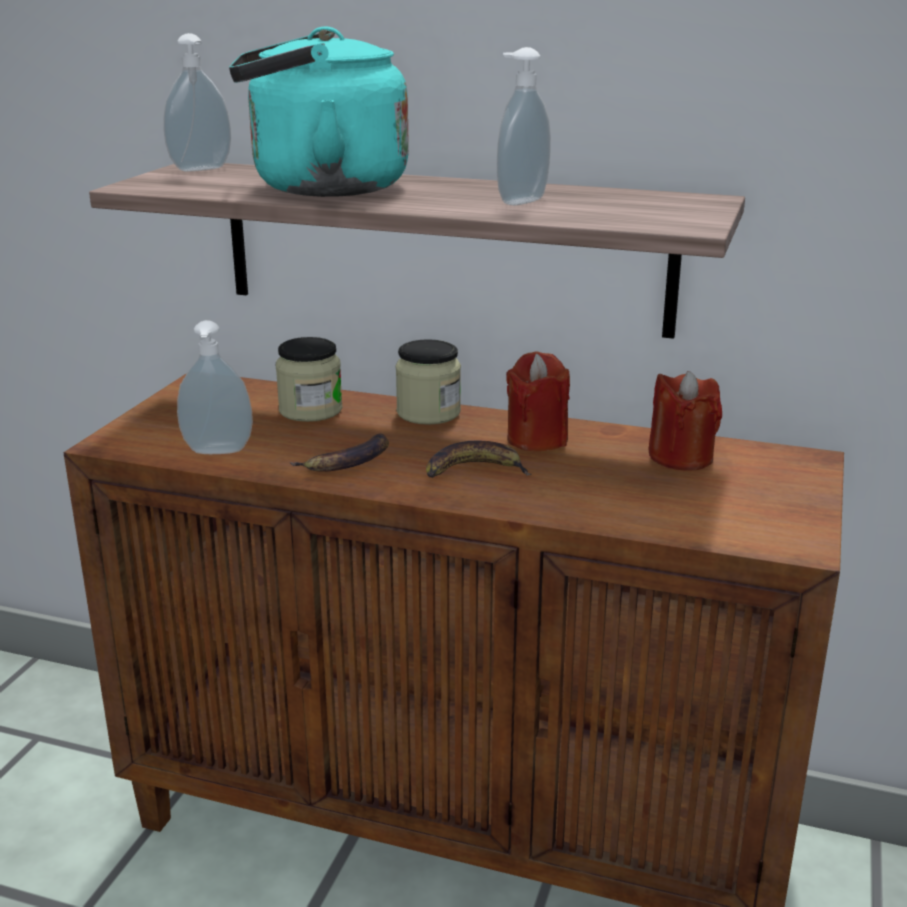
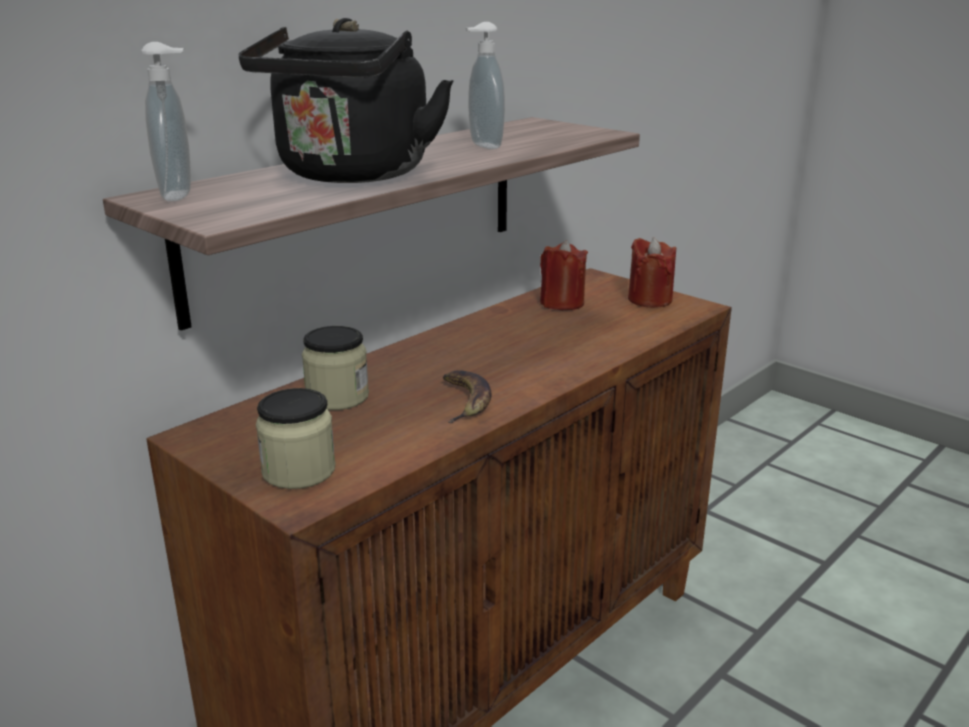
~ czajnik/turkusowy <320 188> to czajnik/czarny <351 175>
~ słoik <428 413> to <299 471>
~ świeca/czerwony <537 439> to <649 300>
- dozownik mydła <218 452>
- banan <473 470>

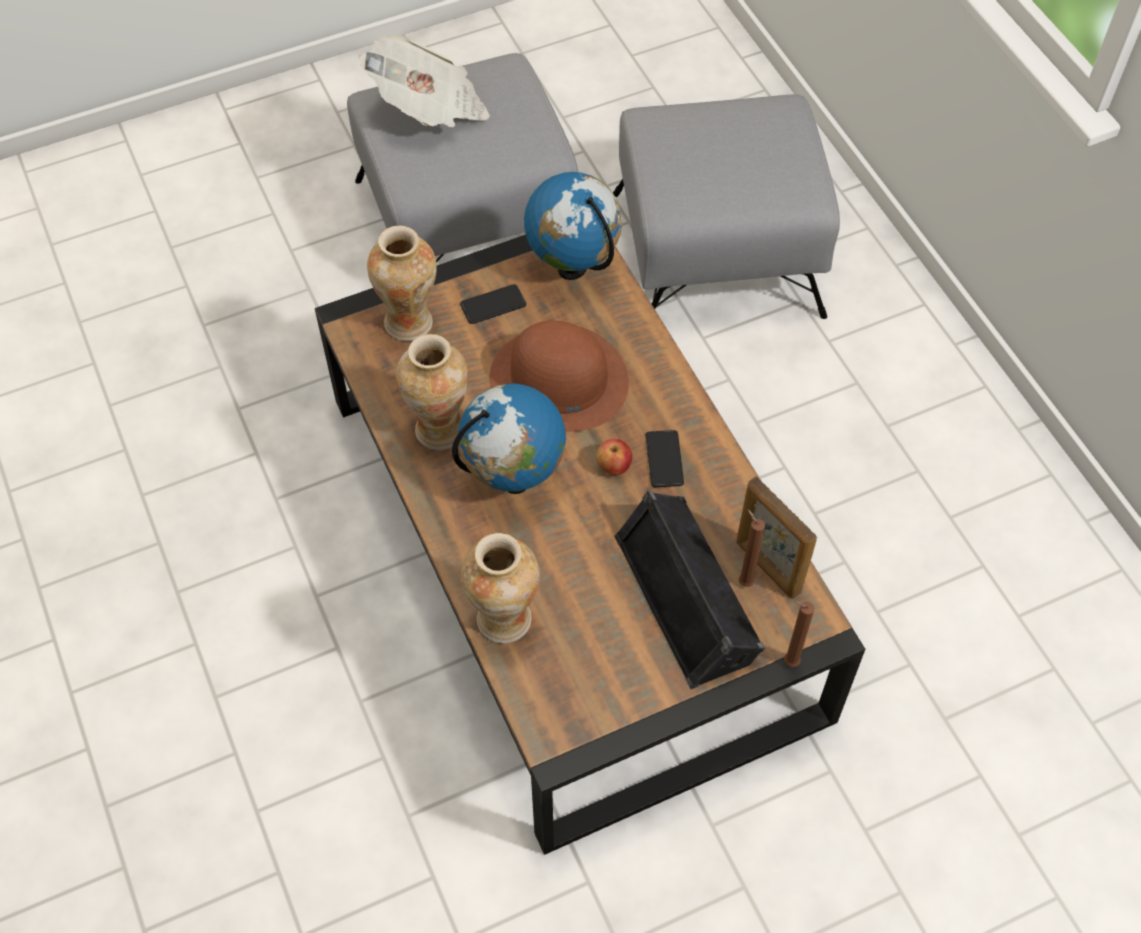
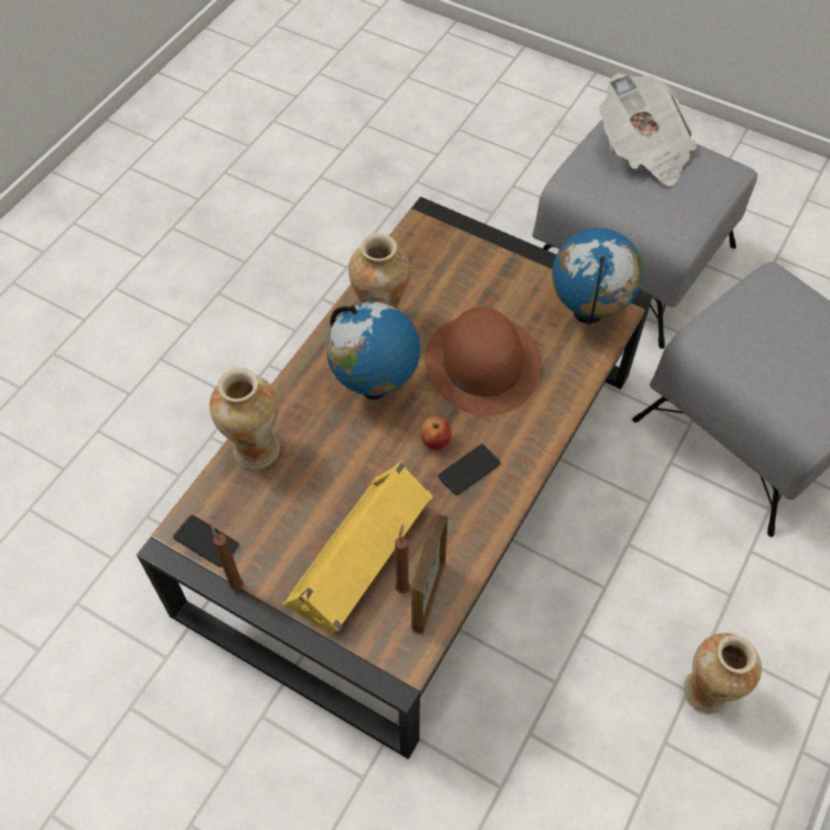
~ telefon <493 305> to <206 541>
~ świeca/brązowy <788 662> to <235 584>
~ głośnik/czarny <689 596> to głośnik/żółty <361 556>
~ wazon <410 322> to <706 693>

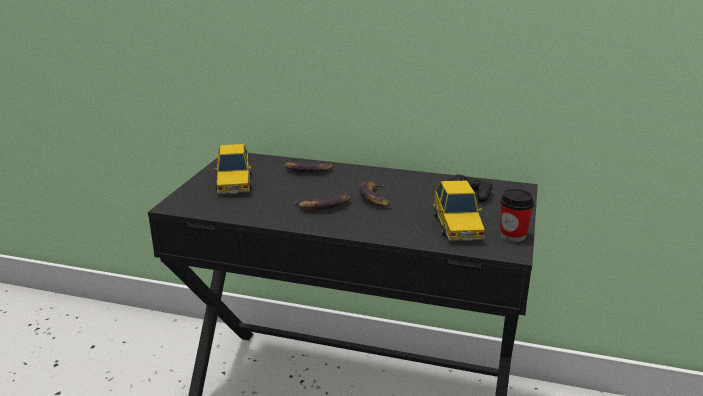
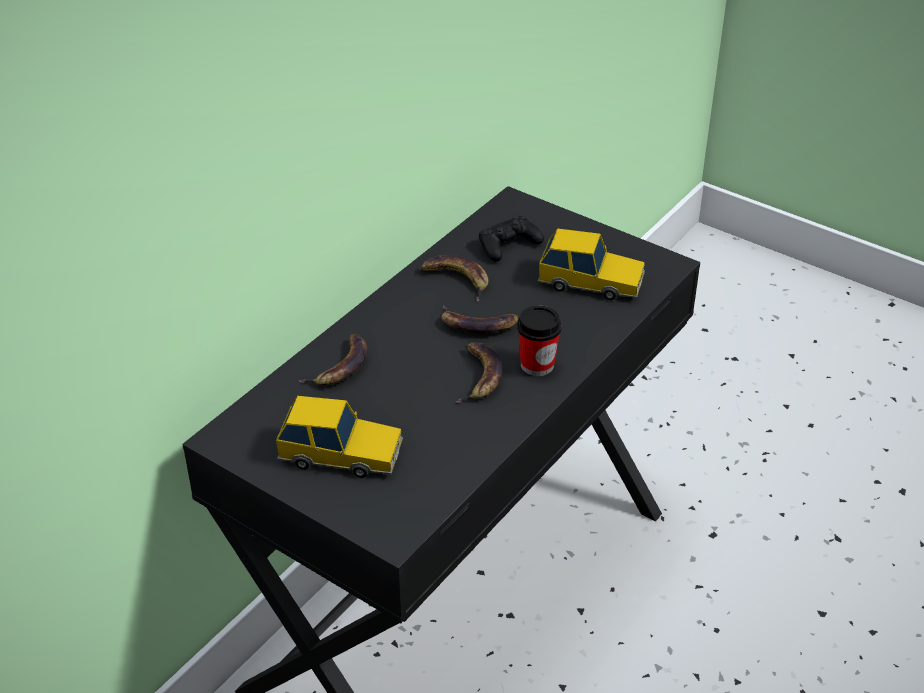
+ banan <455 279>
~ filiżanka <513 236> to <537 365>

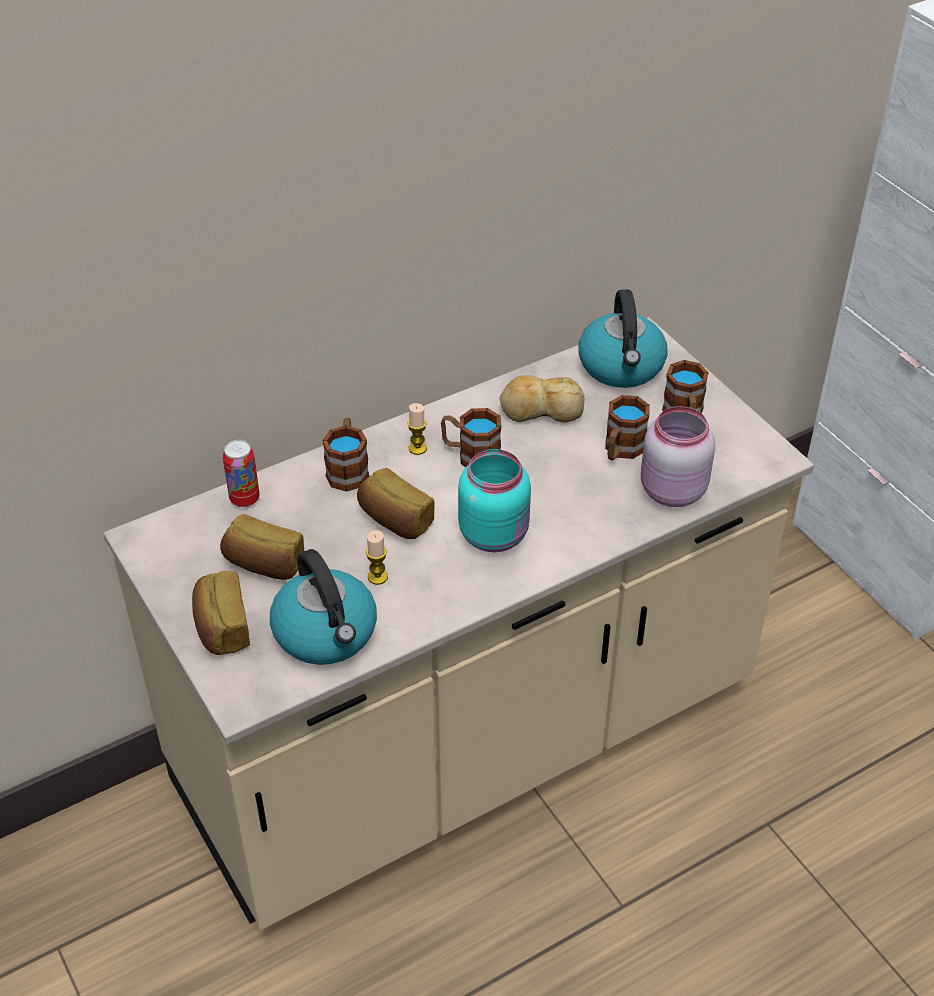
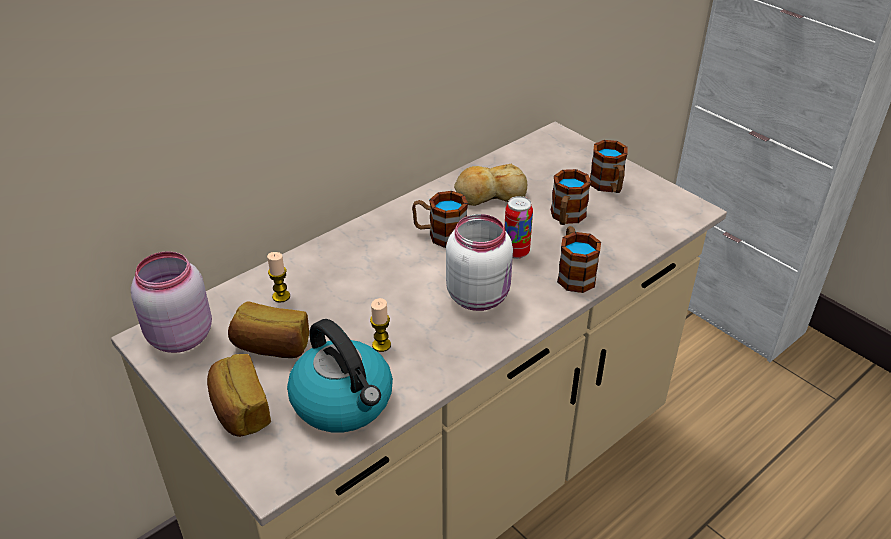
~ słoik/różowy <670 491> to <178 336>
~ świeca <417 448> to <281 296>
~ słoik/turkusowy <495 534> to słoik/biały <479 295>
~ puszka <244 499> to <516 252>
~ kubek <348 469> to <574 273>
- chleb <394 520>
- czajnik <622 367>

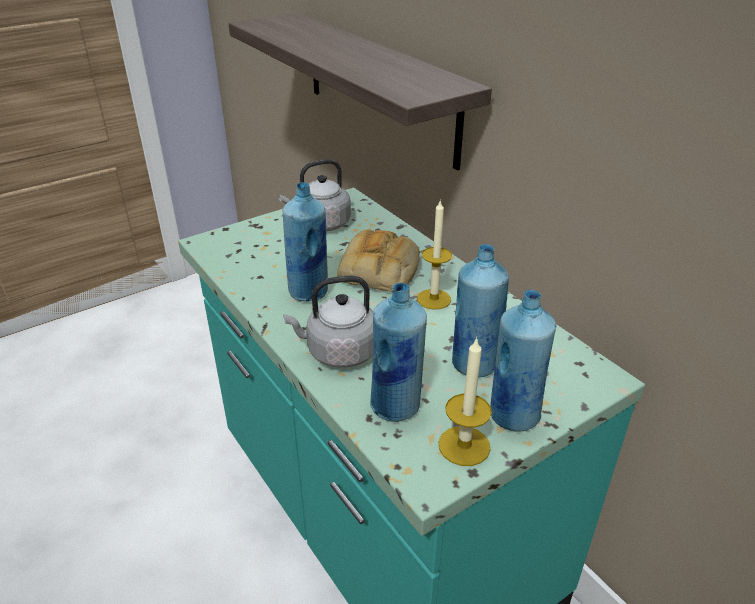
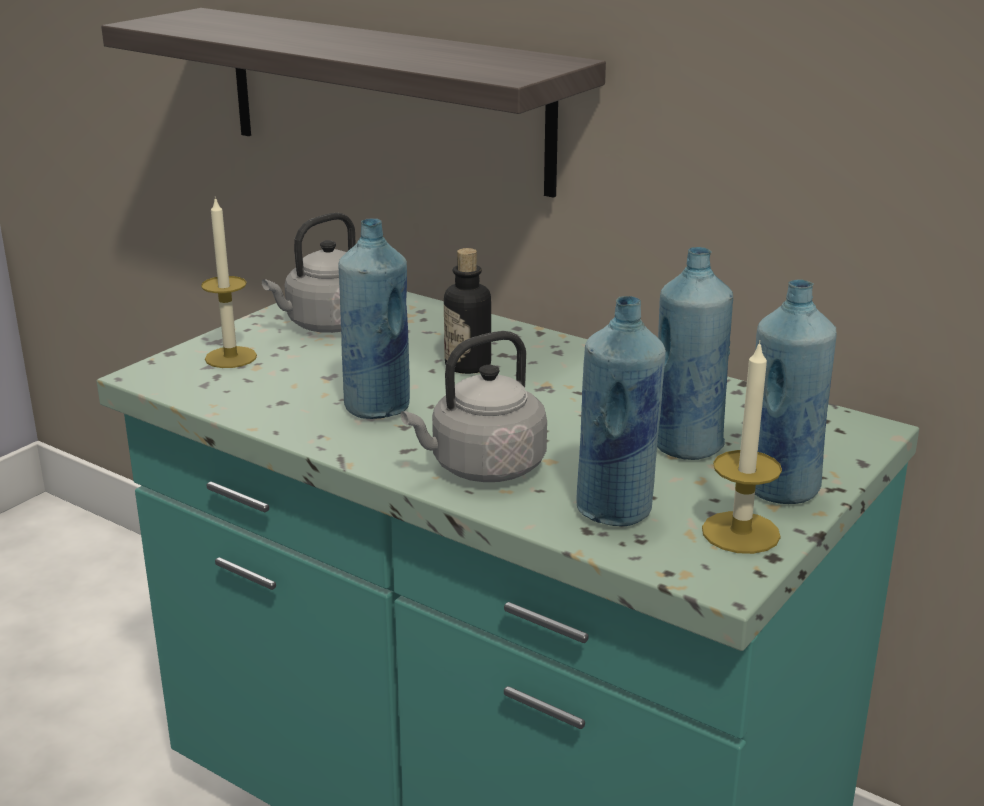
~ świeca <434 299> to <231 357>
~ chleb <380 270> to butelka <468 365>

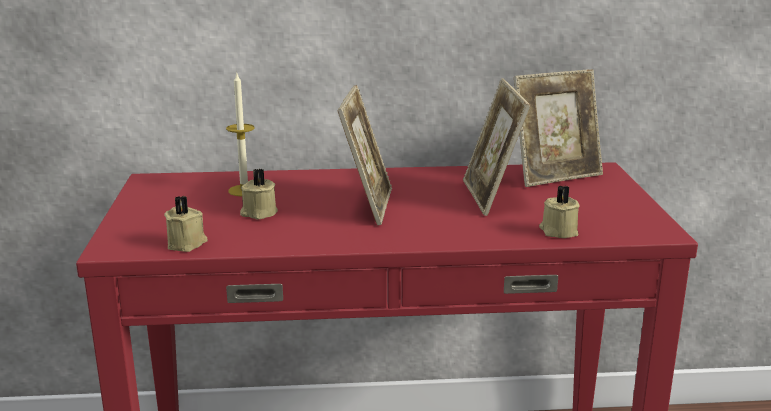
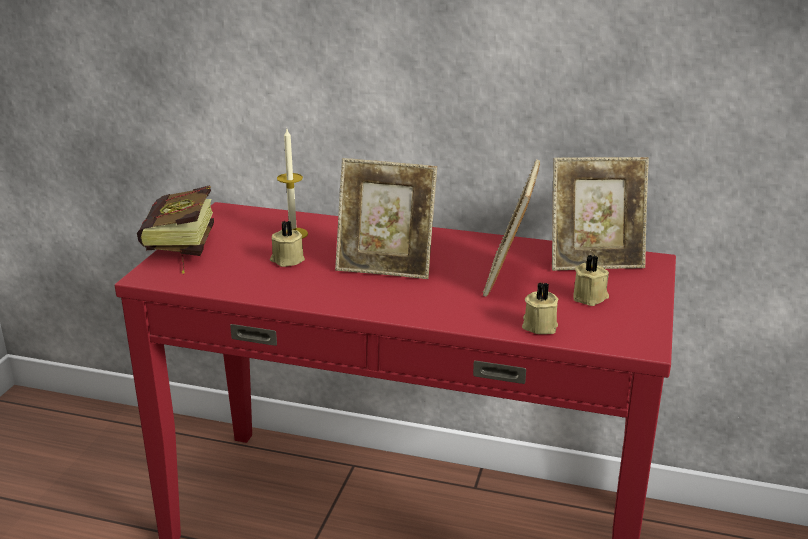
+ książka <178 250>
~ ramka na zdjęcie <367 205> = <385 267> 75 degrees clockwise
~ świeca/beżowy <187 244> to <590 297>

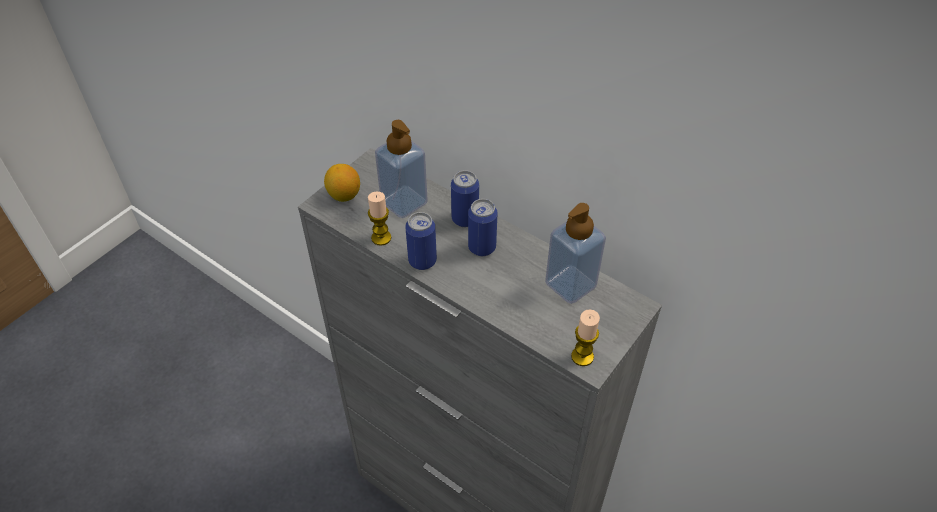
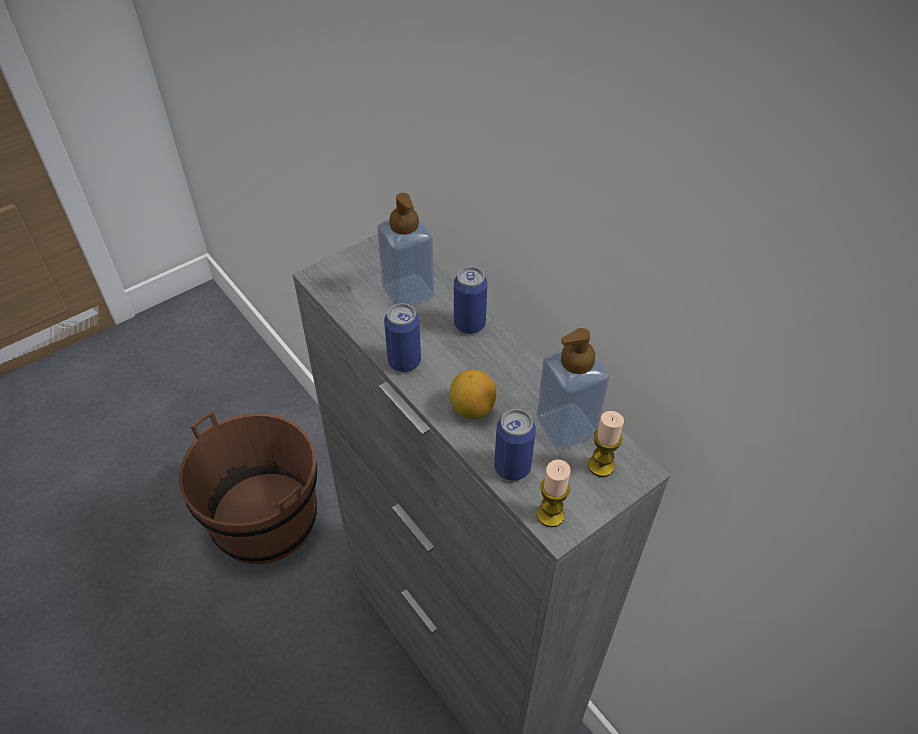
+ wiadro/brązowy <265 518>
~ cytryna <344 195> to <472 409>
~ puszka <482 247> to <512 467>
~ świeca <381 238> to <601 466>

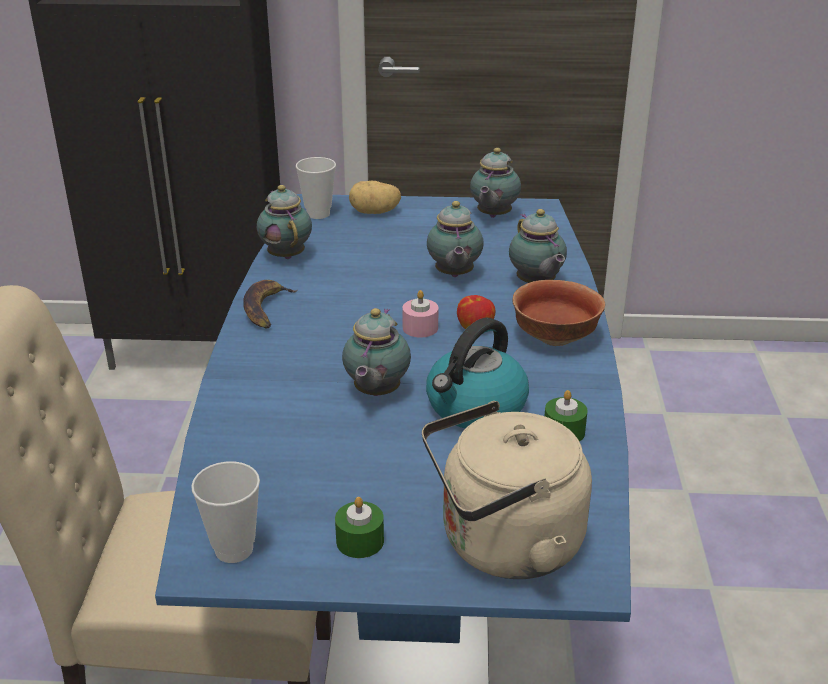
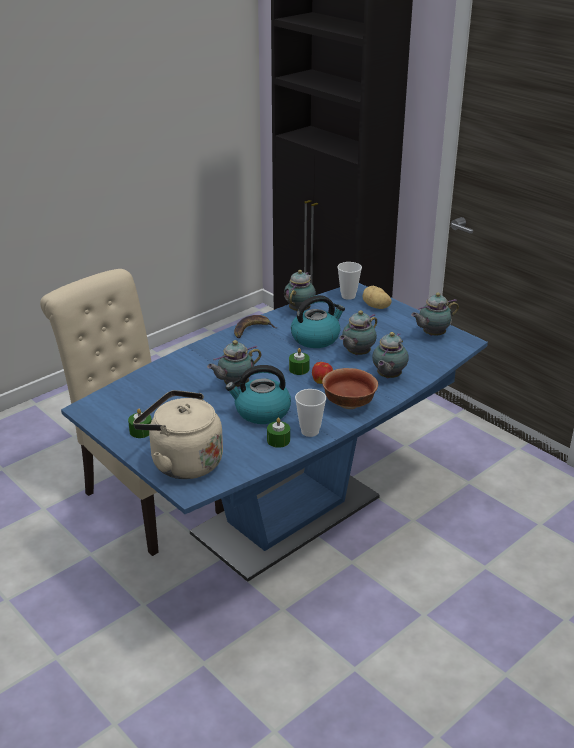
~ świeca/różowy <420 328> to świeca/zielony <299 369>
+ czajnik <316 338>
~ filiżanka <234 549> to <310 431>

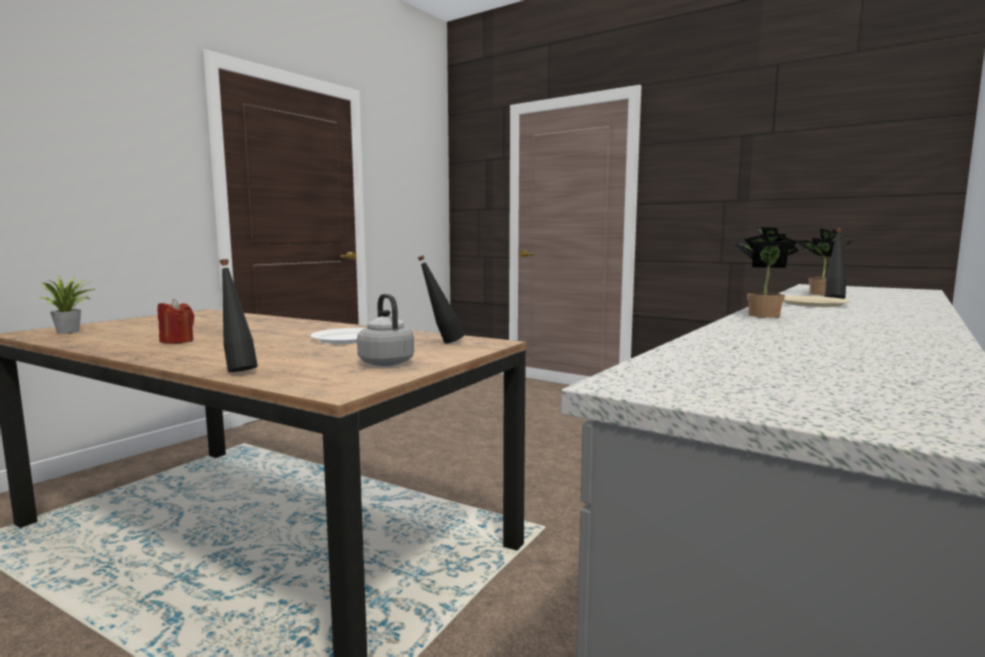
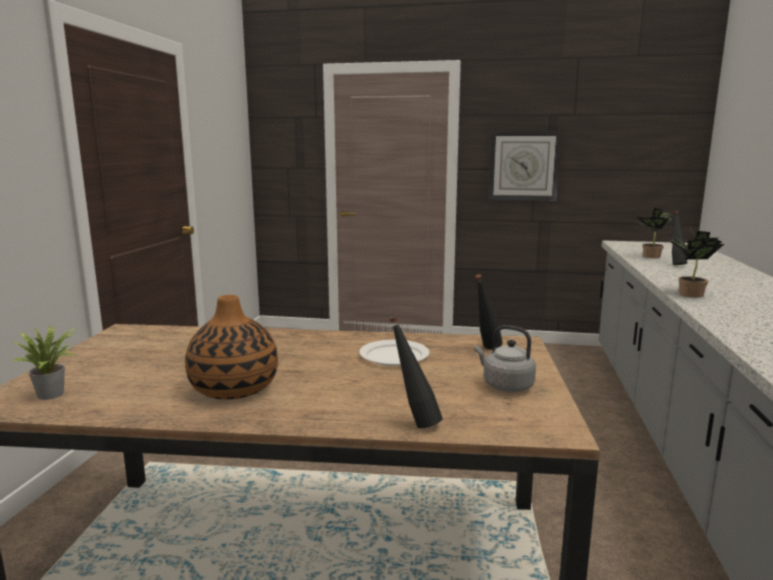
~ świeca/czerwony <177 341> to wazon <234 388>
+ zegar ścienny <523 165>
- talerz/beżowy <812 304>

